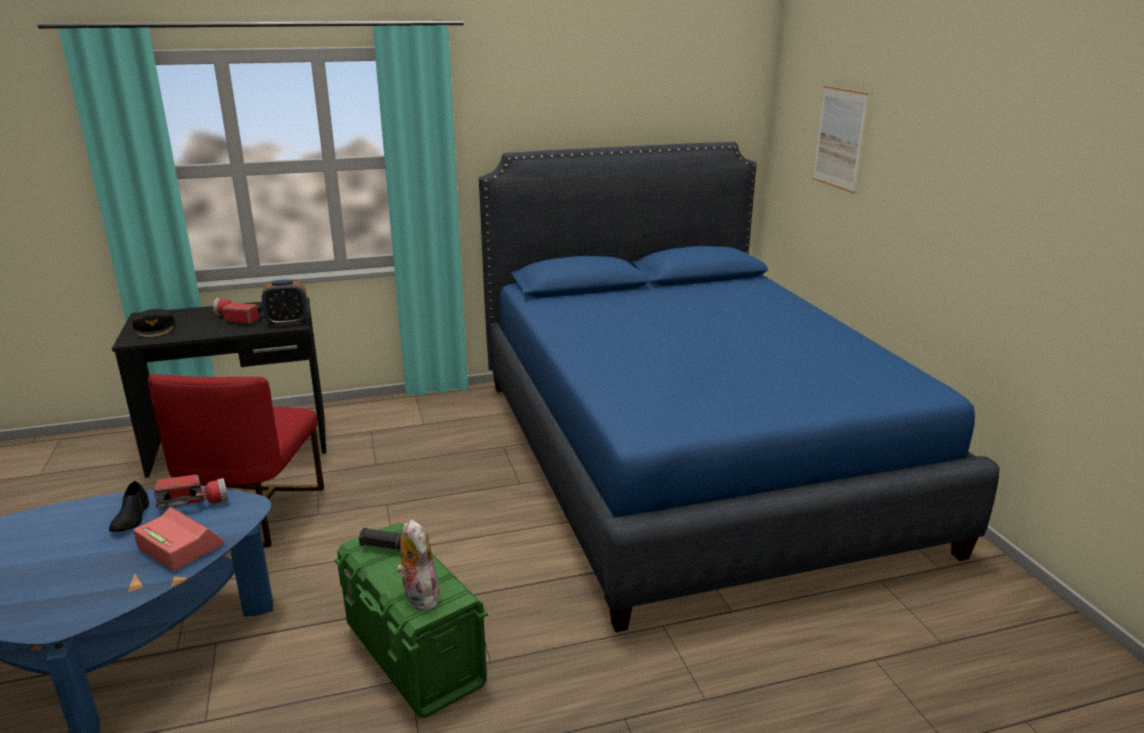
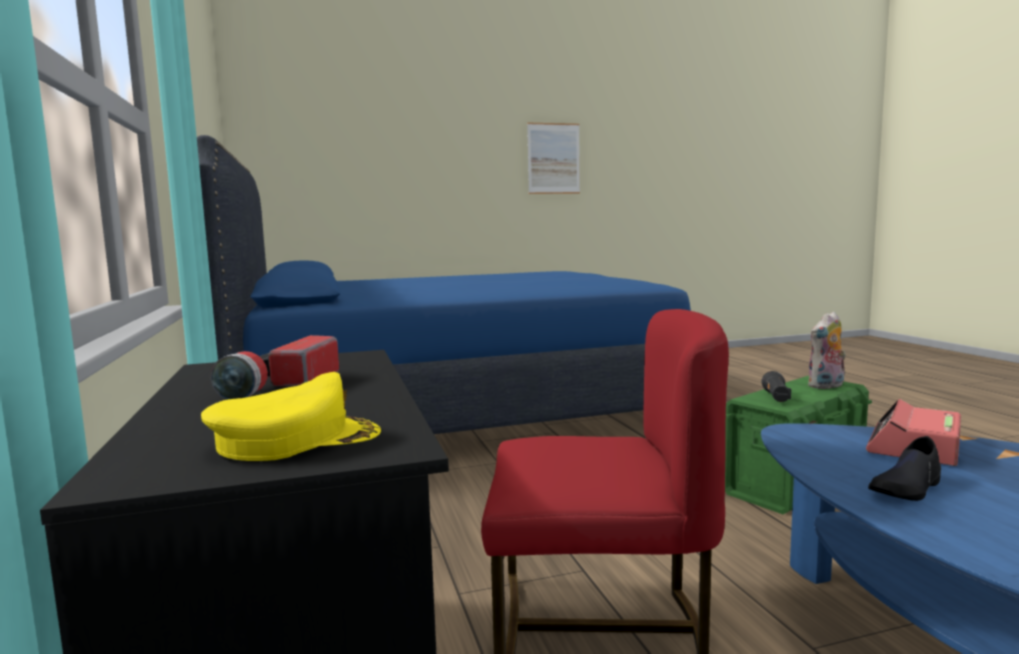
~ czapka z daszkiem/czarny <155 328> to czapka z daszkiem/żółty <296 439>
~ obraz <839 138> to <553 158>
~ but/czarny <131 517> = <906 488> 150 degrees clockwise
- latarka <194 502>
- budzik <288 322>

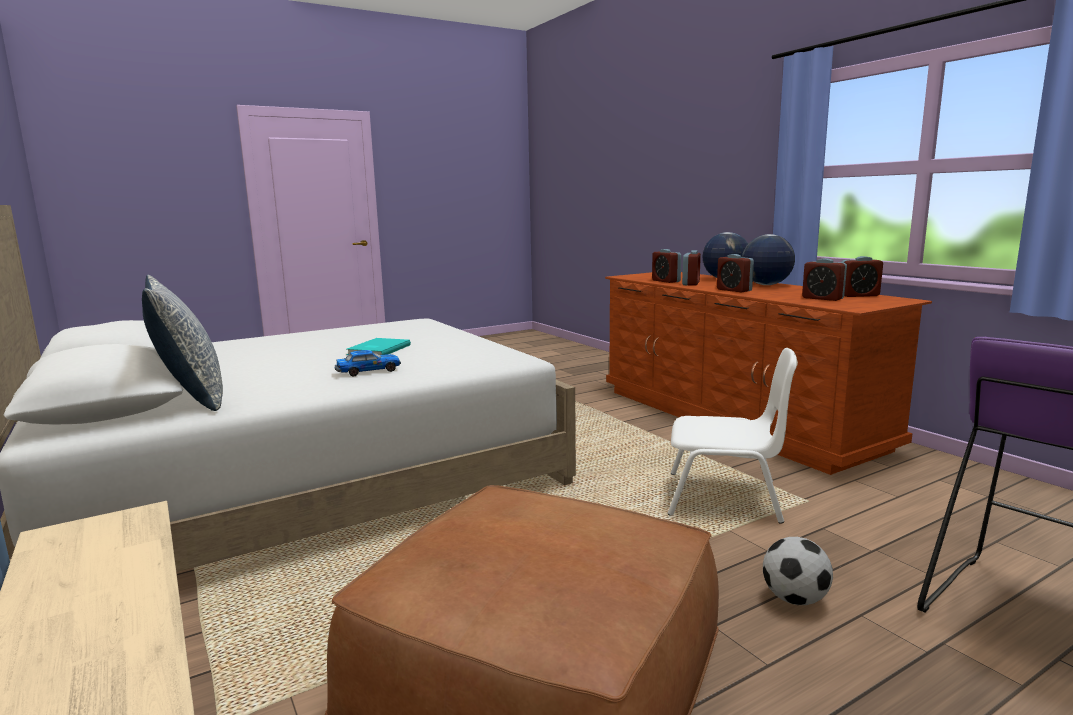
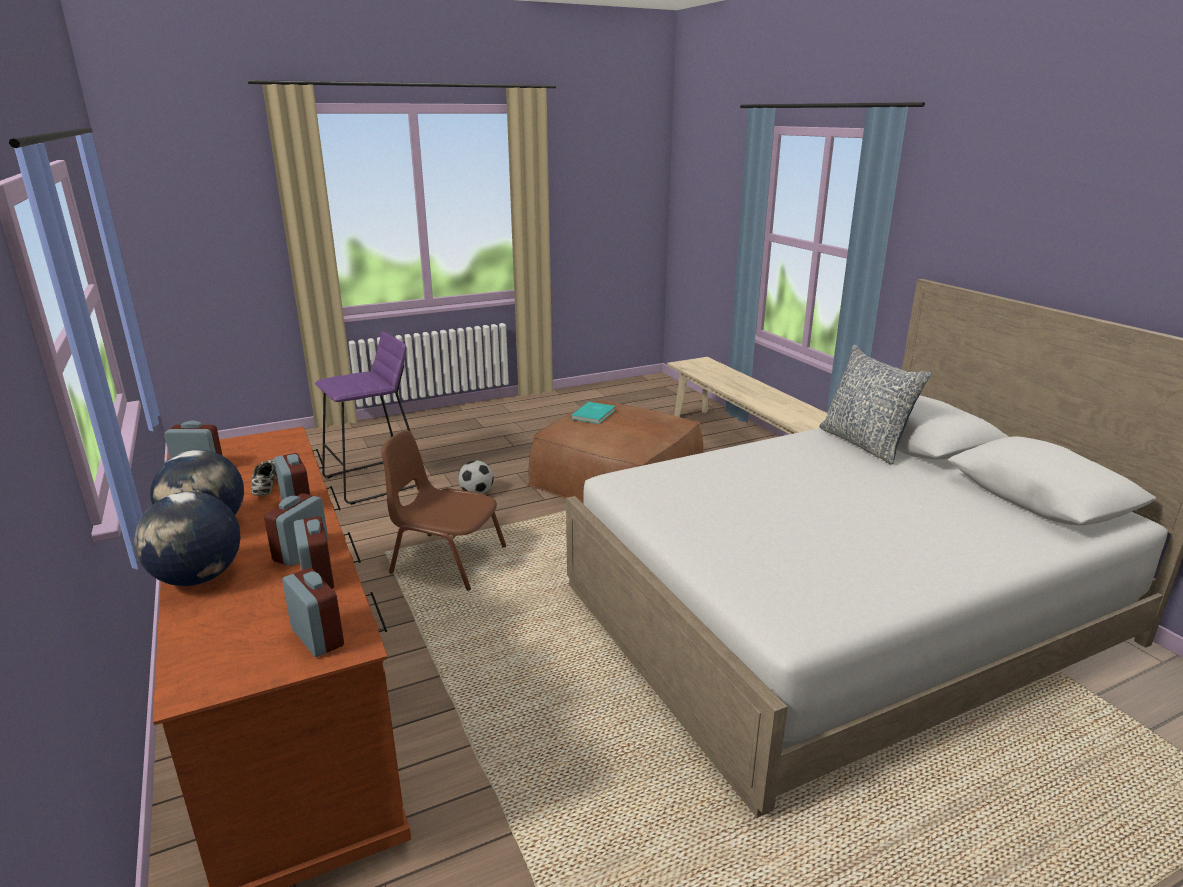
+ but <268 484>
~ budzik <822 298> to <317 637>
~ krzesło/biały <725 498> to krzesło/brązowy <447 559>
~ książka/turkusowy <377 350> to <594 414>
- samochodzik <368 371>

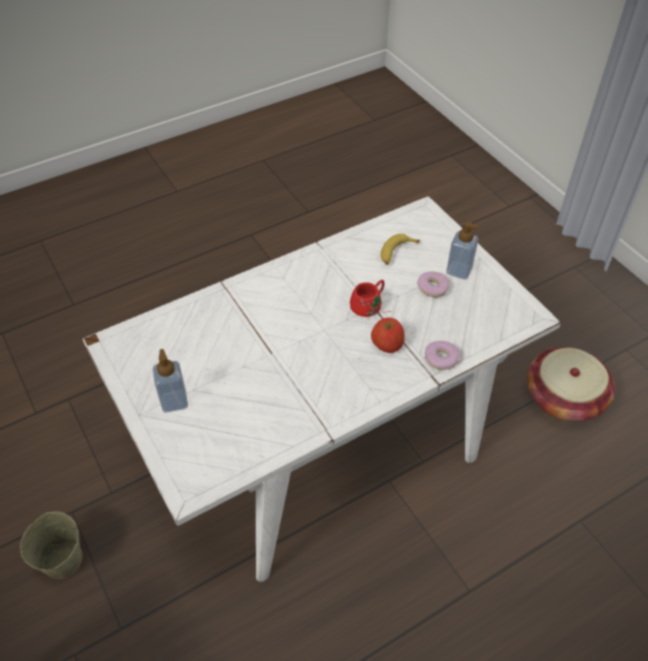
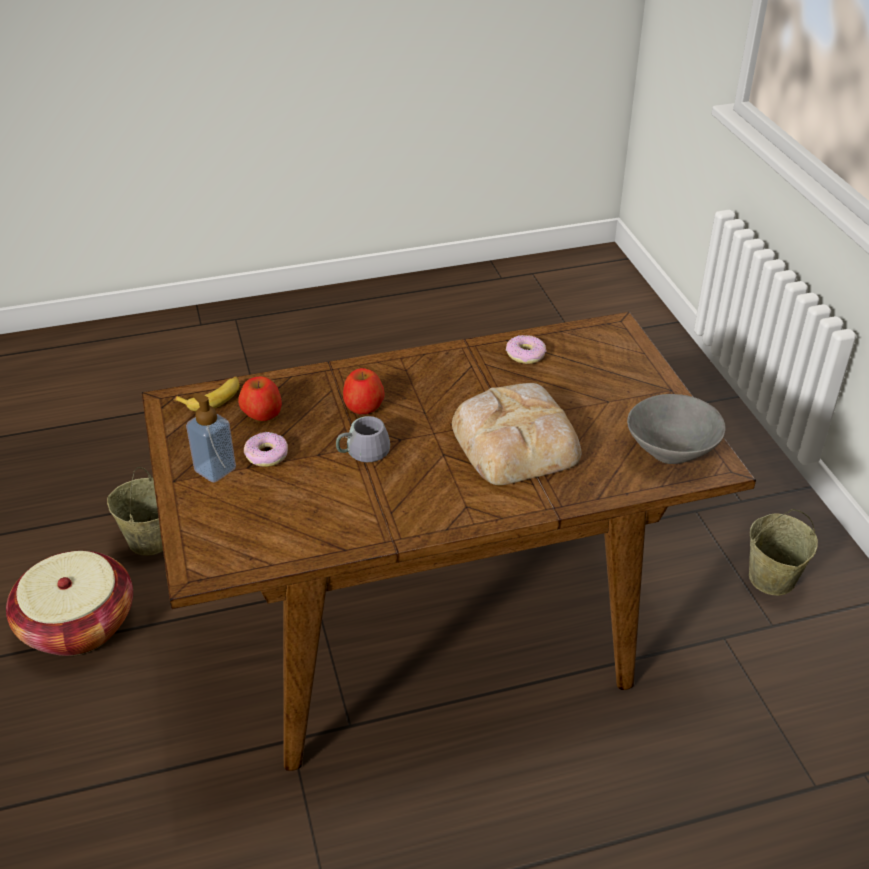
+ wiadro/beżowy <149 539>
~ stół jadalny/biały <324 450> to stół jadalny/brązowy <434 629>
~ banan <396 253> to <212 398>
+ jabłko <262 413>
~ kubek/czerwony <371 305> to kubek/szary <360 448>
+ chleb <516 440>
~ donut <441 359> to <525 354>
+ miska/szary <669 452>
- dozownik mydła <174 401>

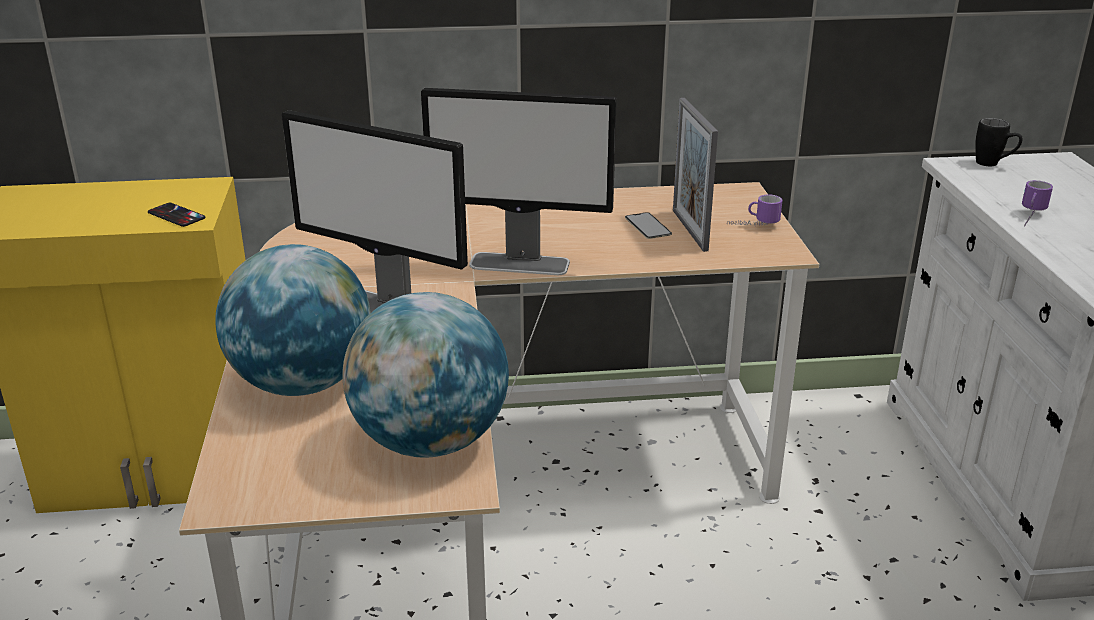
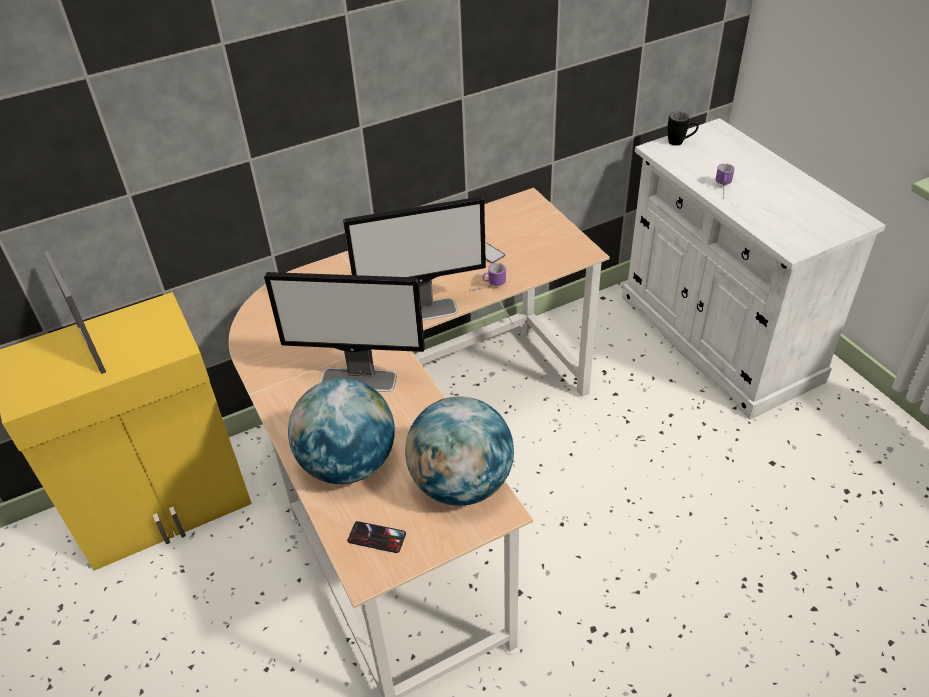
~ ramka na zdjęcie <689 230> to <92 349>
~ telefon <176 215> to <376 537>
~ kubek <753 225> to <487 287>

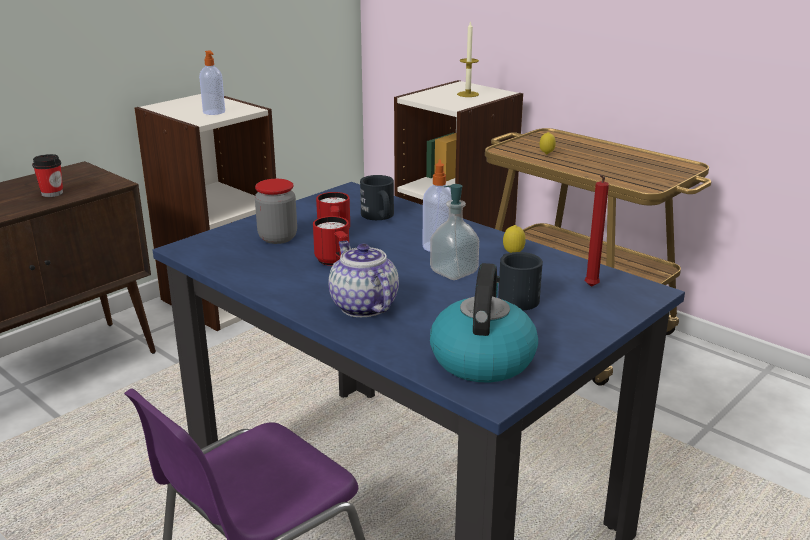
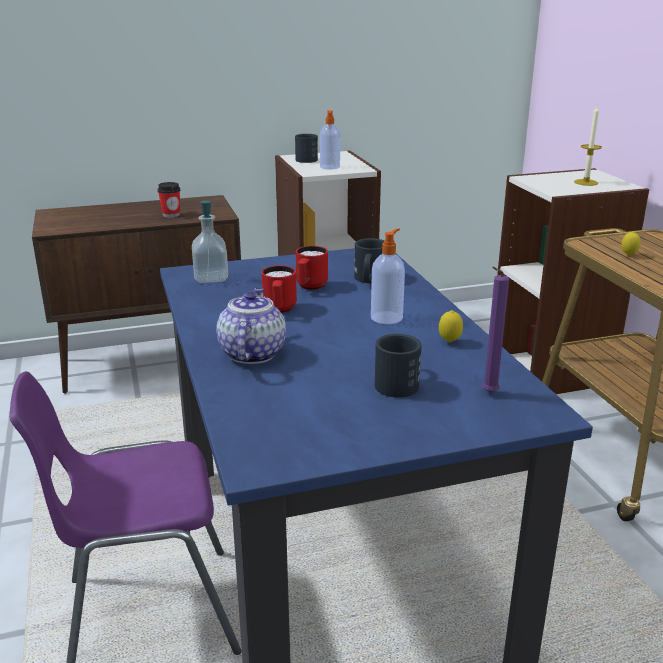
~ dozownik mydła <454 272> to <211 278>
+ kubek/czarny <307 159>
~ świeca/czerwony <590 287> to świeca/fioletowy <487 393>
- słoik <277 238>
- czajnik <482 358>

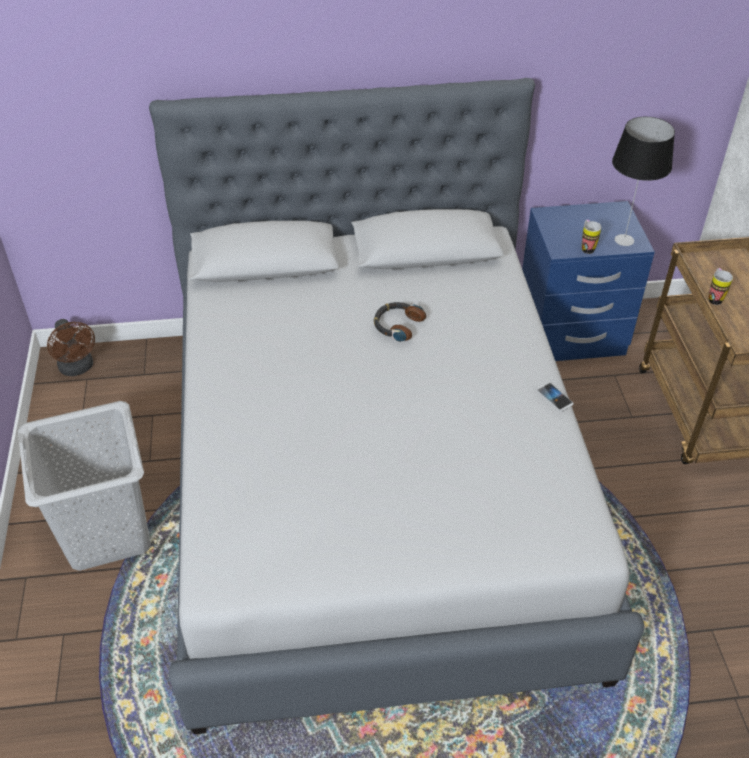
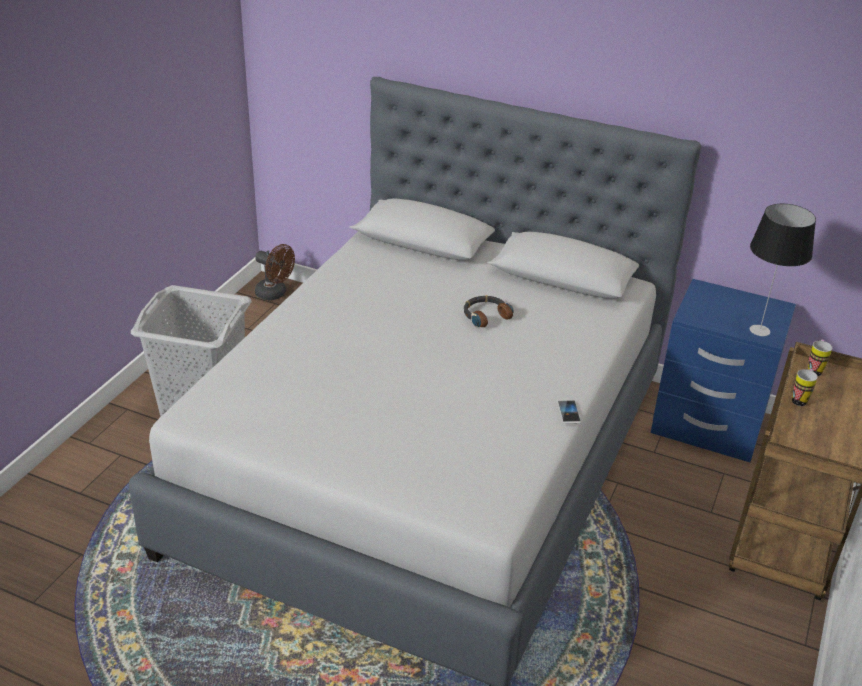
~ wentylator/brązowy <78 368> = <275 294> 60 degrees counterclockwise
~ kubek <586 247> to <814 369>

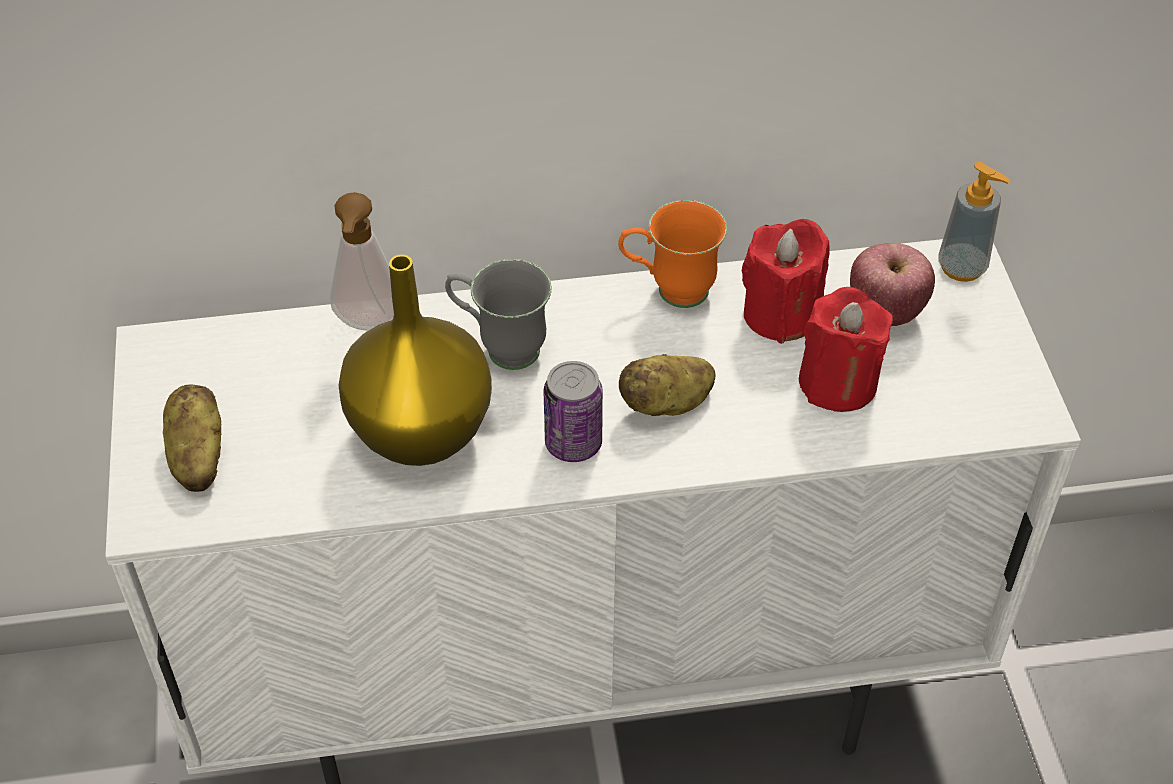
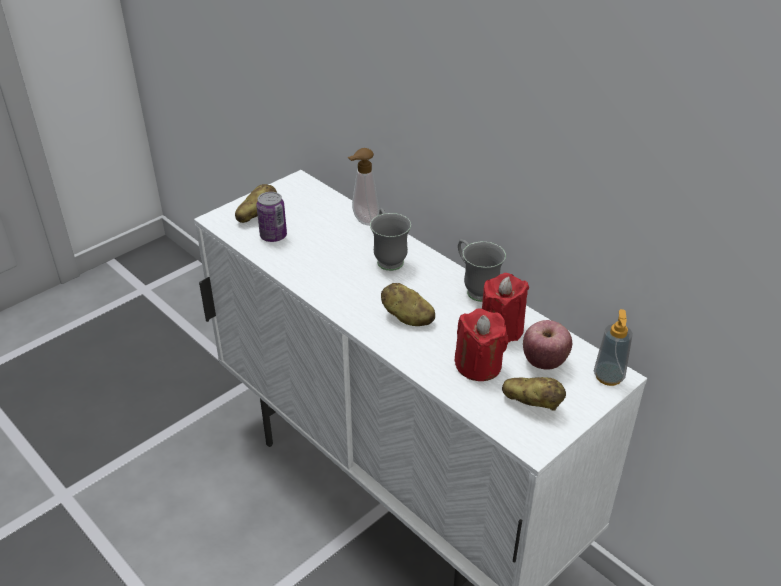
~ puszka <573 443> to <273 236>
~ kubek/pomarańczowy <669 291> to kubek/szary <475 289>
+ ziemniak <532 403>
- wazon/żółty <423 431>

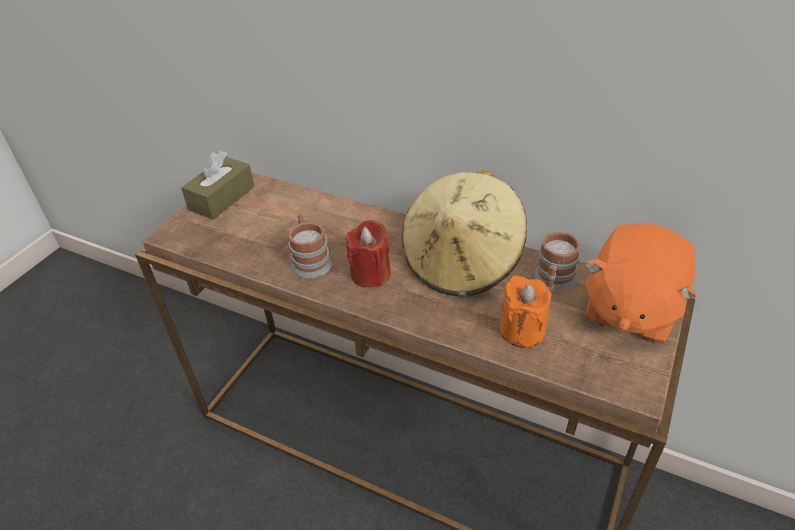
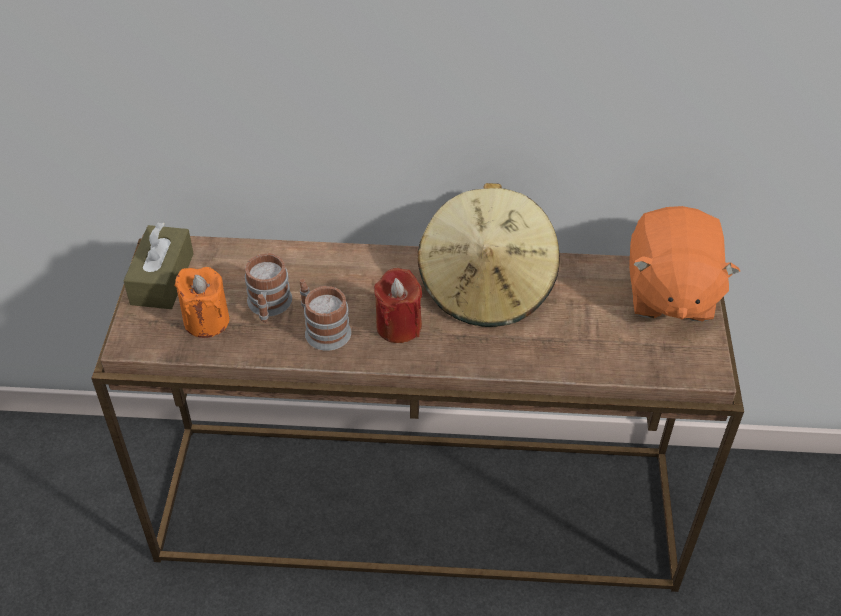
~ świeca/pomarańczowy <522 331> to <206 321>
~ kubek <553 281> to <268 307>

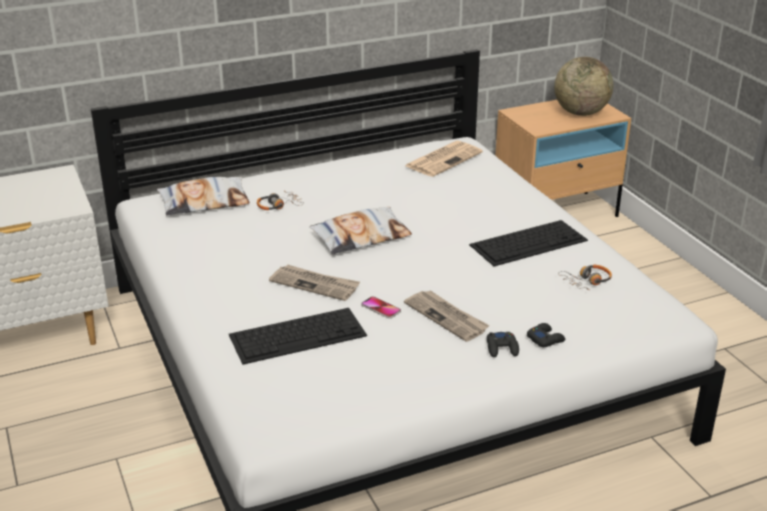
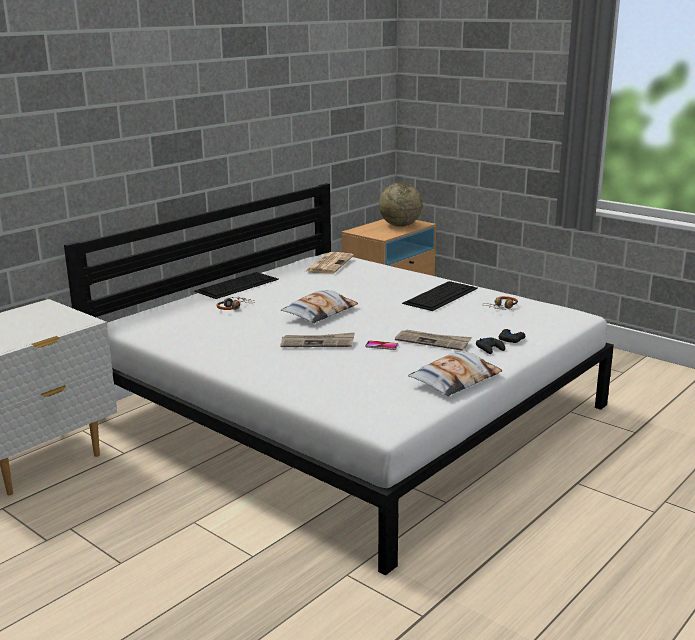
~ klawiatura <299 334> to <237 285>
~ poduszka <204 202> to <455 380>

